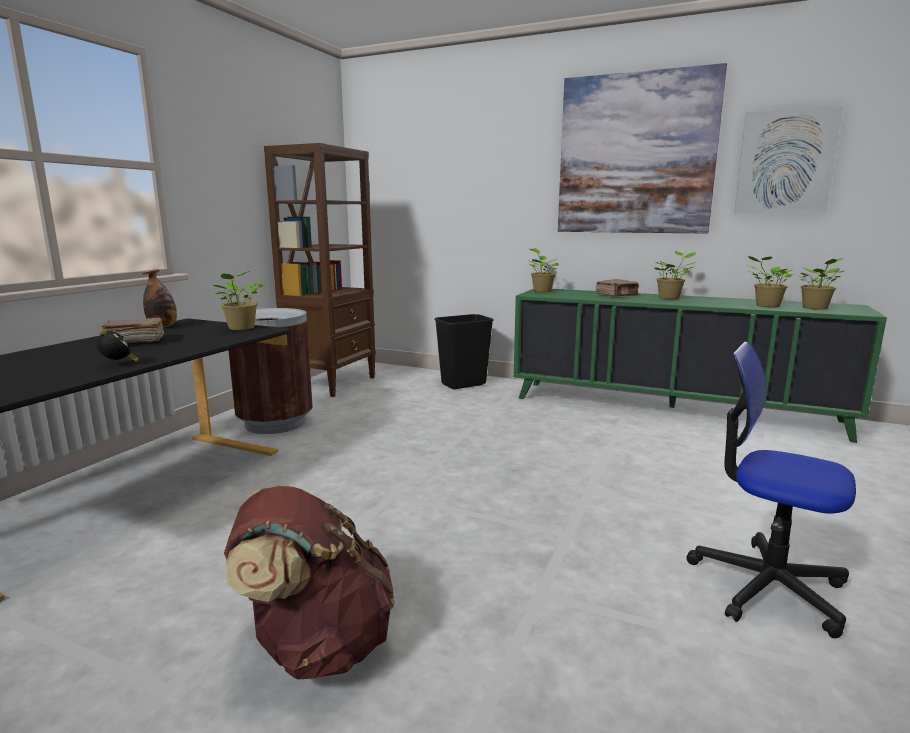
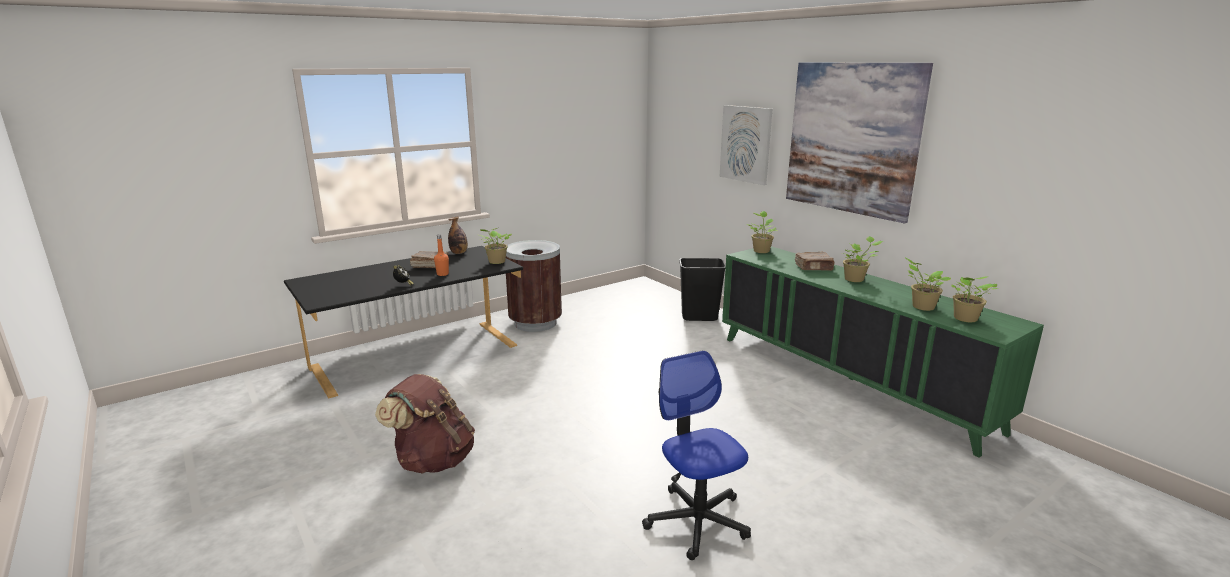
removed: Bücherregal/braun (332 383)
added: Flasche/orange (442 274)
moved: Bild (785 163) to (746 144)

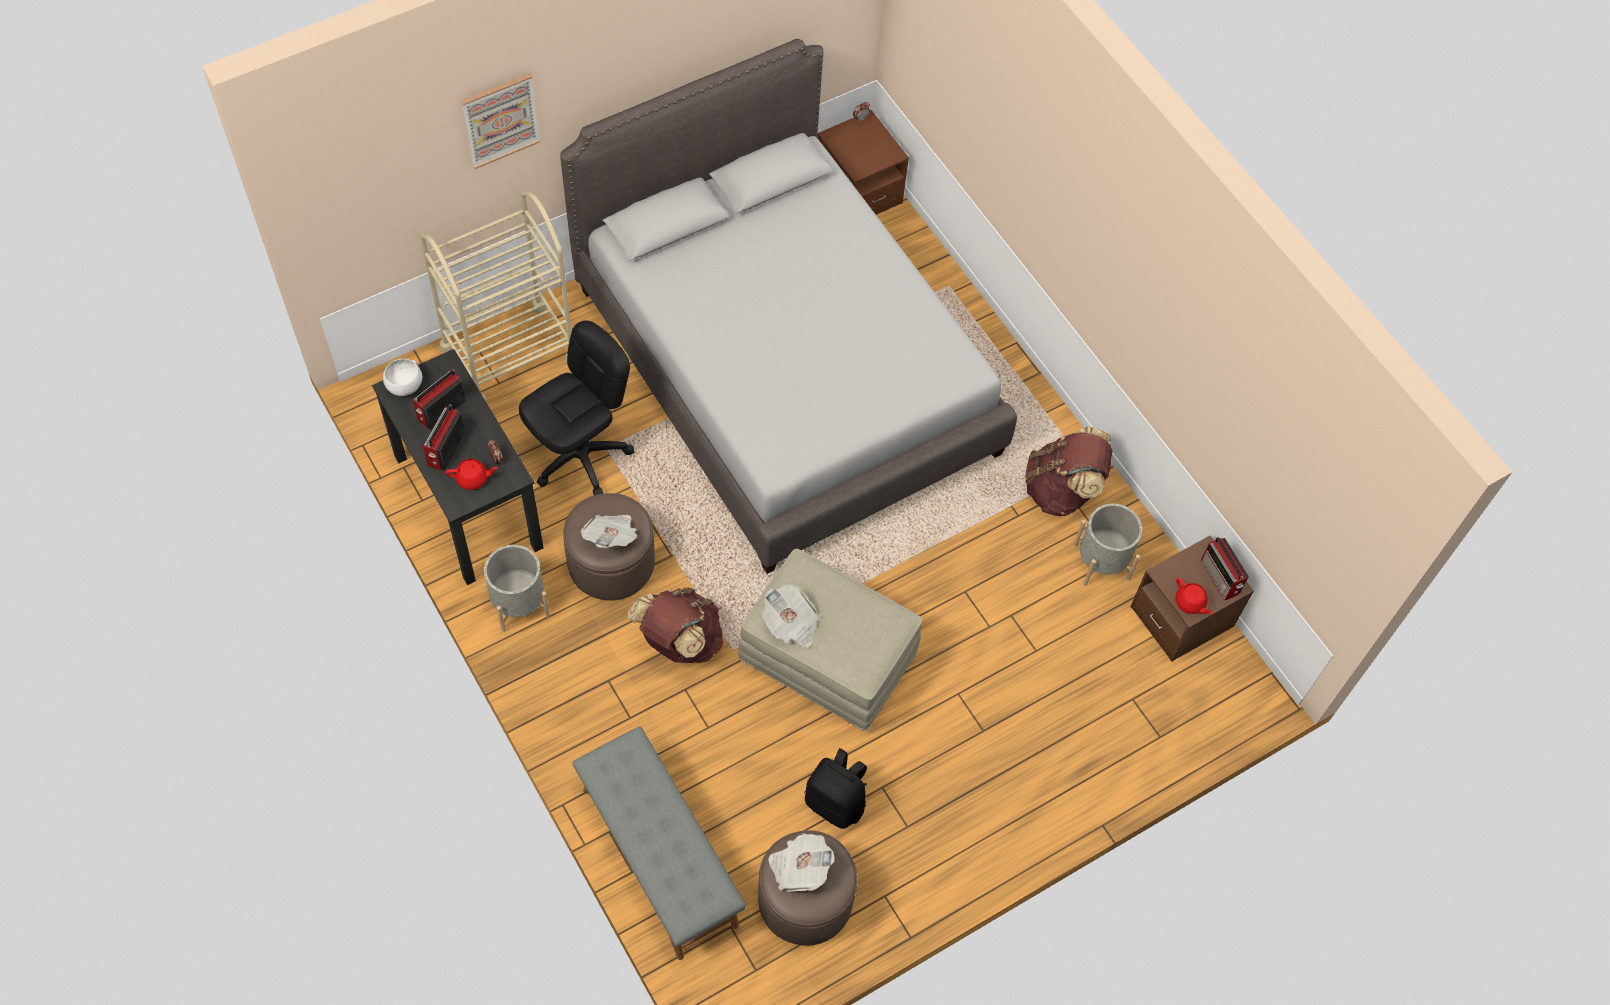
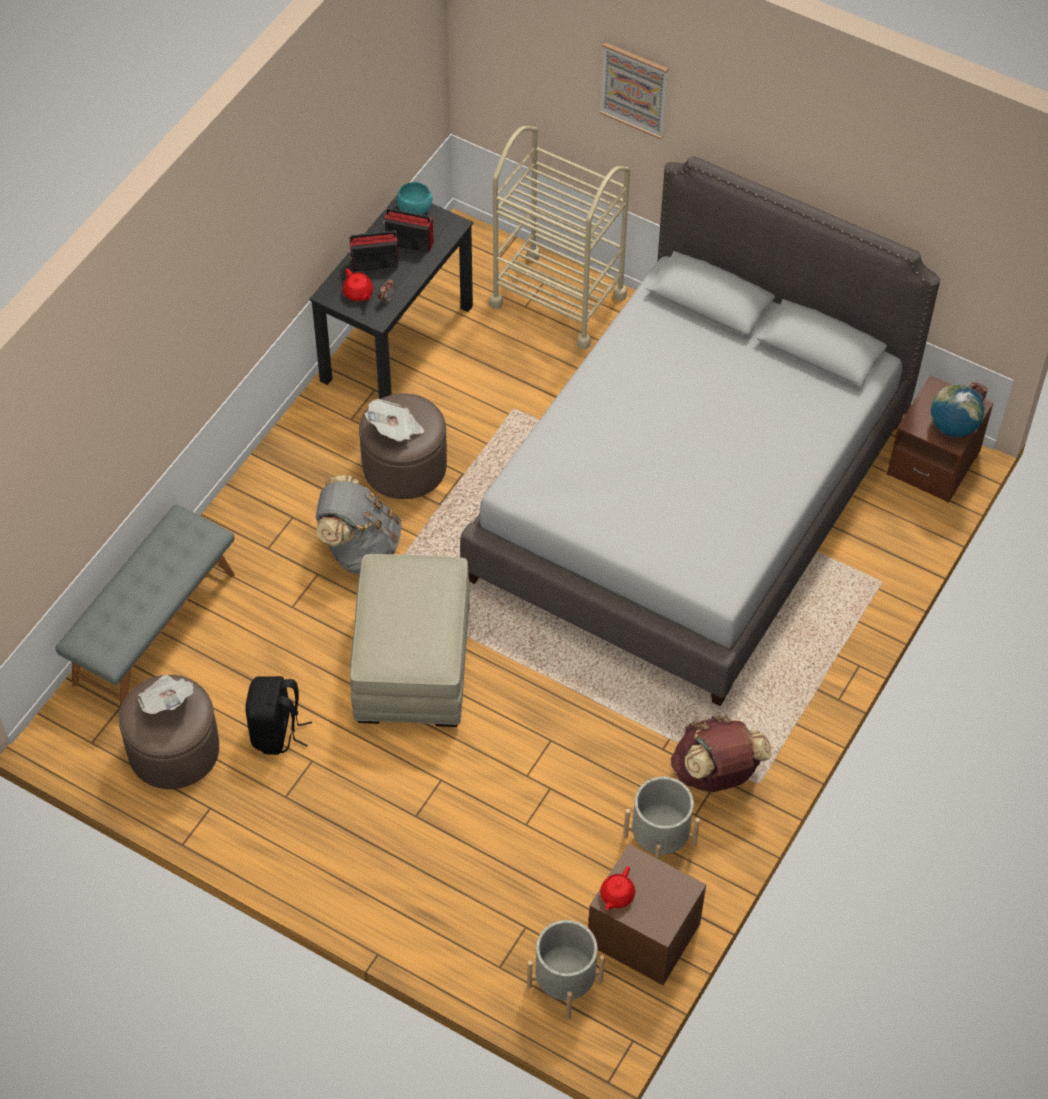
removed: Bürostuhl/schwarz (581 456); Zeitung (791 624); Radio (1220 578)
added: Globus (953 427)
moved: Pflanzkübel/grau (519 603) to (565 983)
recoloured: Schüssel/weiß (404 387) to Schüssel/türkis (414 209); Rucksack/braun (679 642) to Rucksack/grau (360 548)

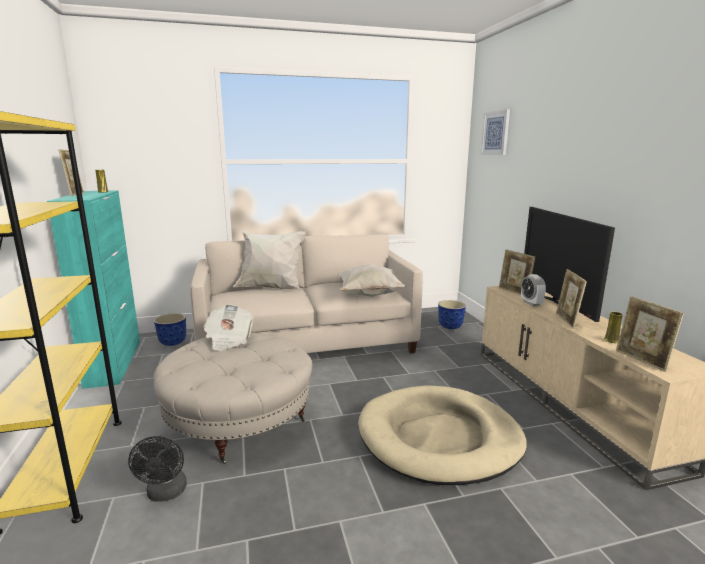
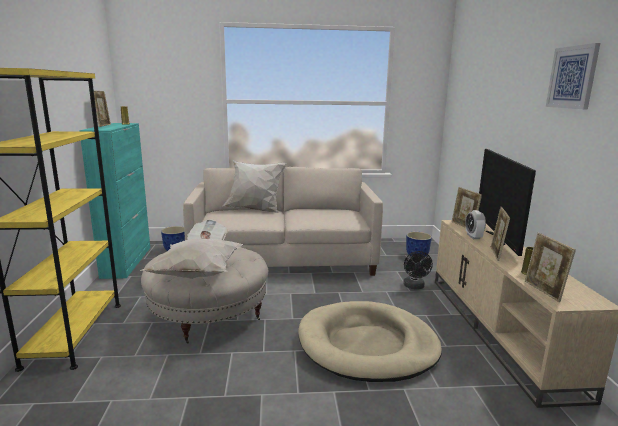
moved: Ventilator/schwarz (165 494) to (414 287); Kissen/weiß (368 295) to (196 274); Bild (496 133) to (572 77)

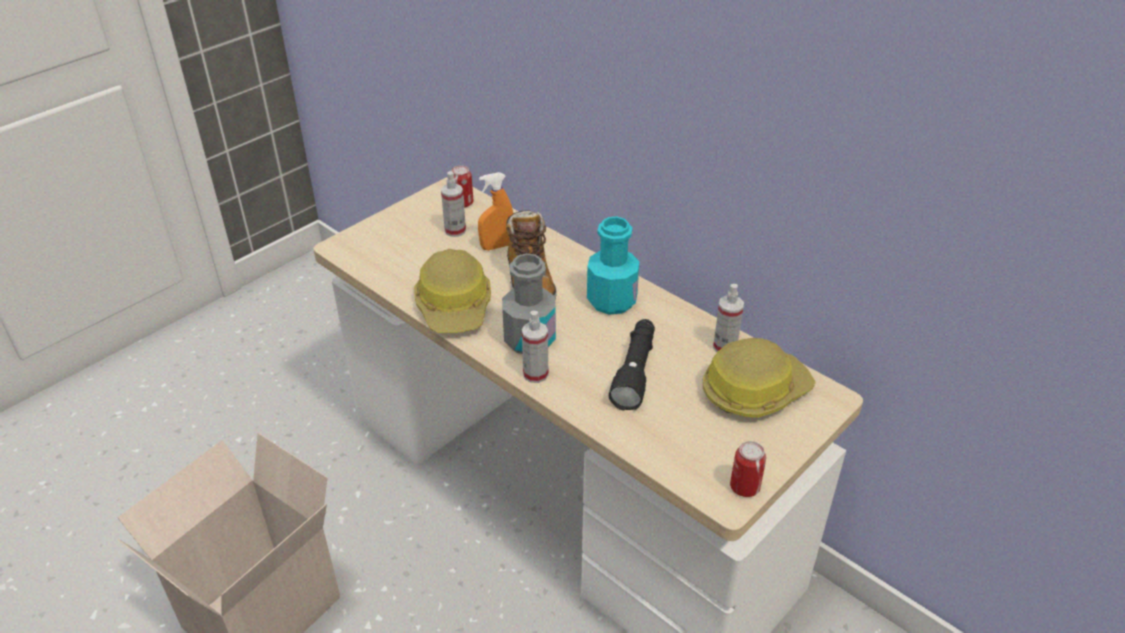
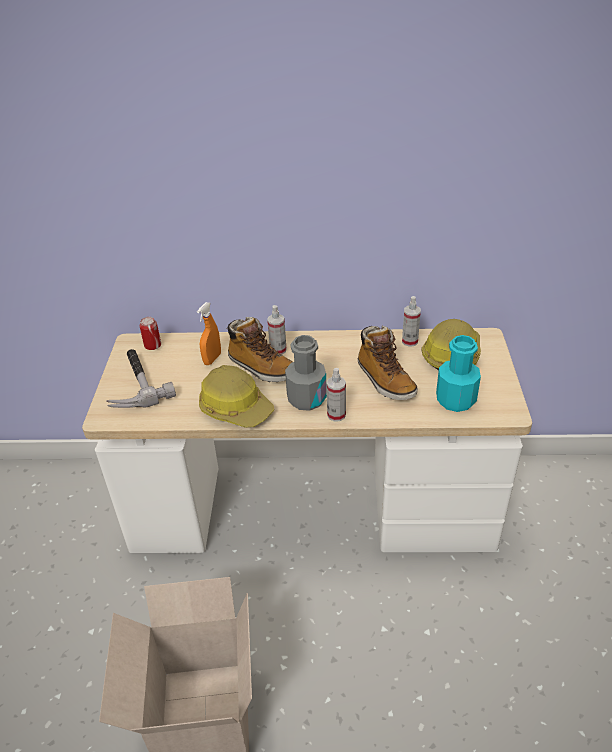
removed: Dose (744 487)
added: Hammer (135 384)
moved: Sprühflasche (455 230) to (278 350); Flasche/türkis (611 300) to (455 400)
replaced: Taschenlampe/schwarz (635 371) to Stiefel (385 380)

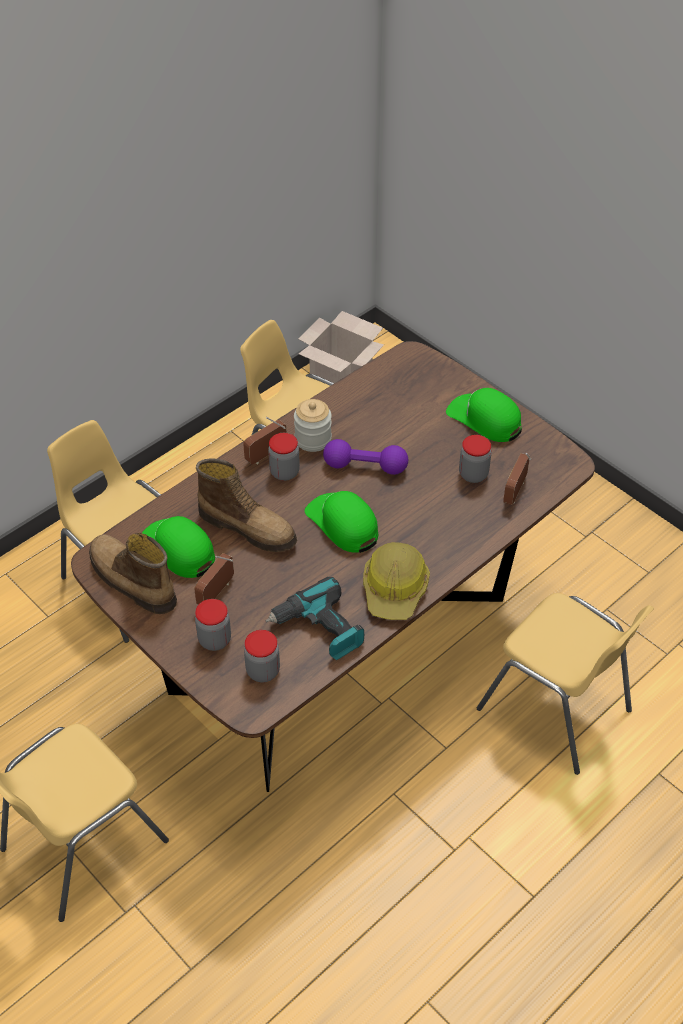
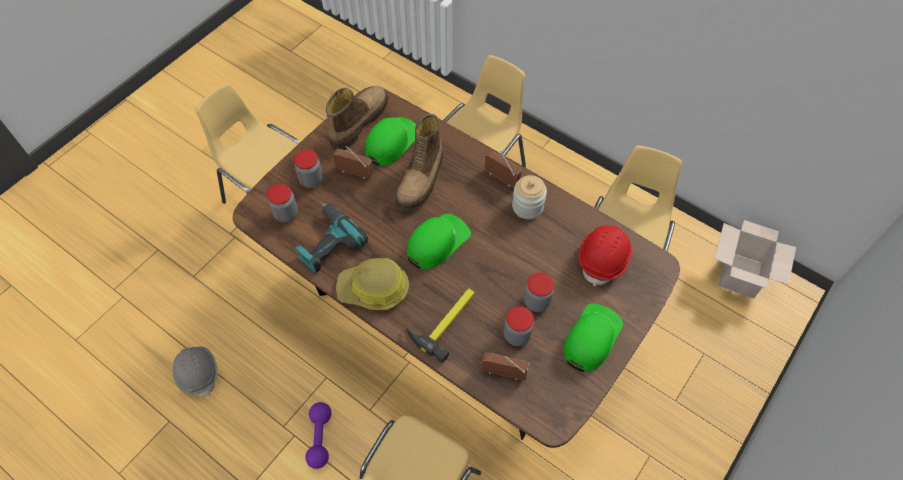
added: Schutzhelm/grau (198 372); Hammer (444 320); Schutzhelm/rot (604 258)
moved: Vorratsglas (284 472) to (536 302); Hantel/lila (365 466) to (320 438)

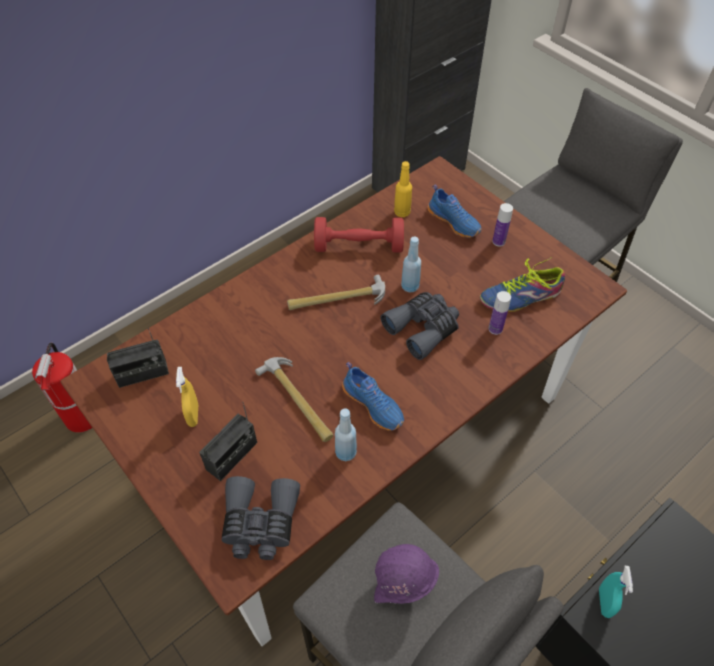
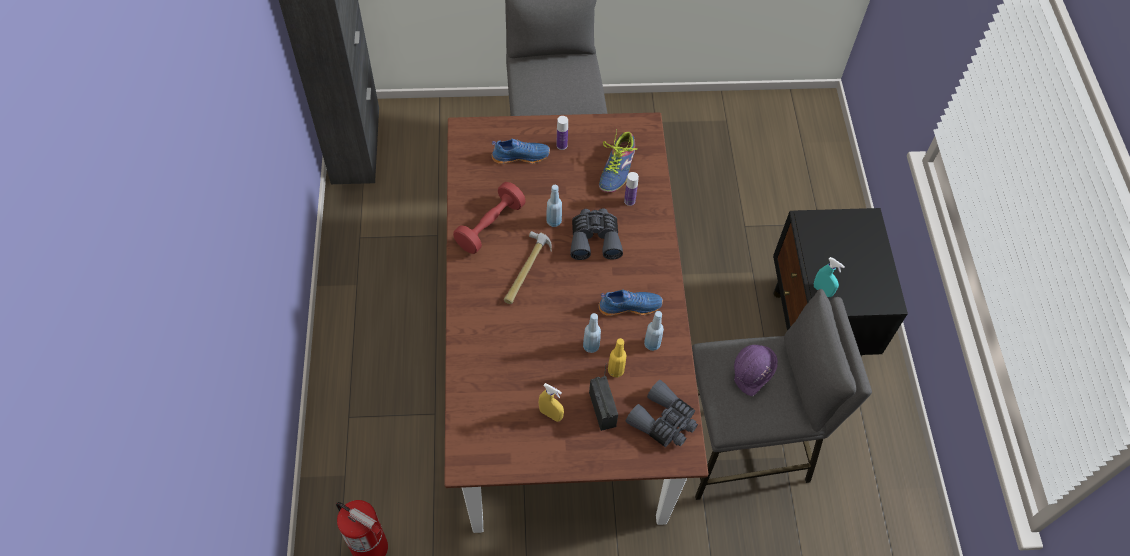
removed: Radio (142 373)
moved: Flasche/gelb (402 212) to (616 371)
replaced: Hammer (297 401) to Flasche/blau (591 346)

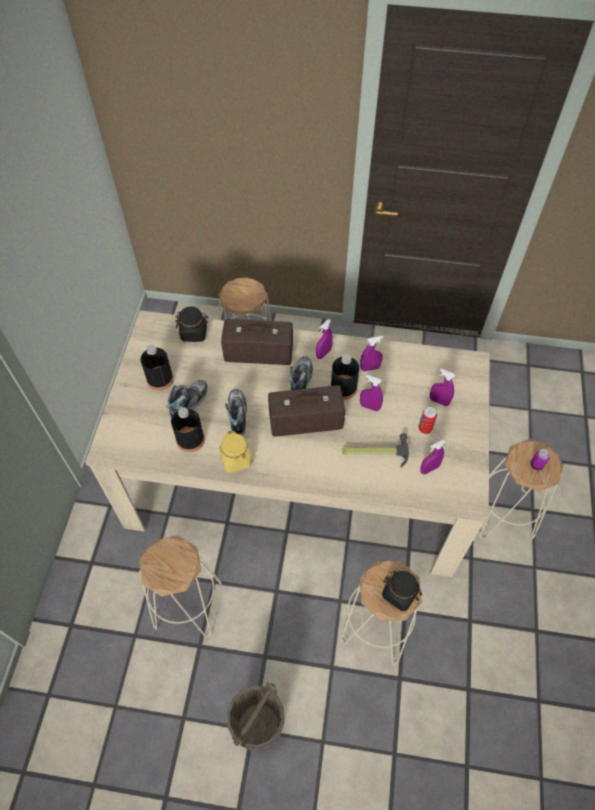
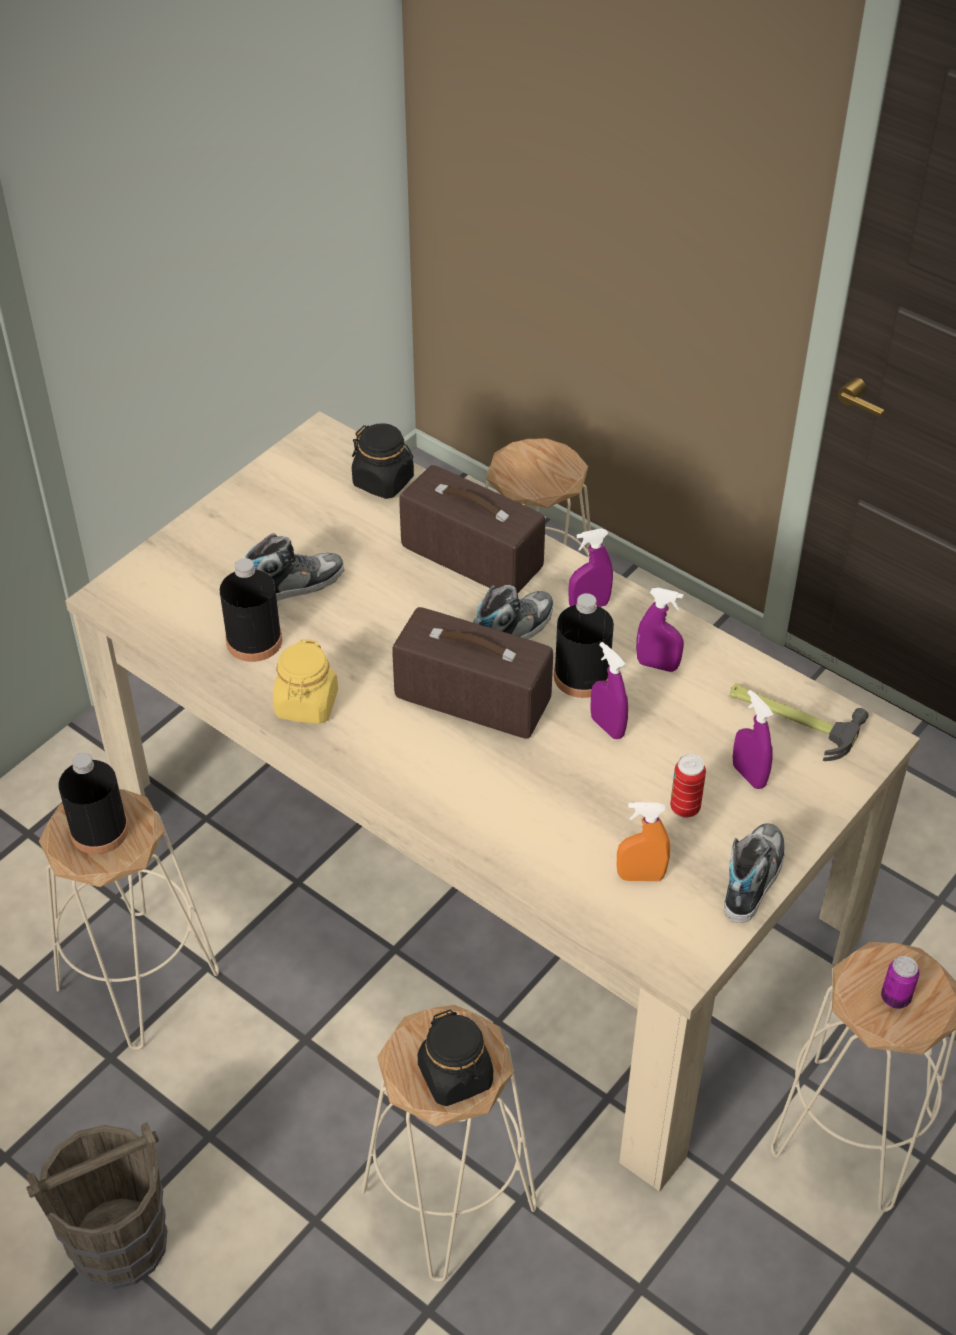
moved: Flasche/schwarz (160 379) to (99 830); Schuh (237 414) to (752 877); Hammer (375 452) to (791 718)
recoloured: Sprühflasche/lila (429 469) to Sprühflasche/orange (640 876)

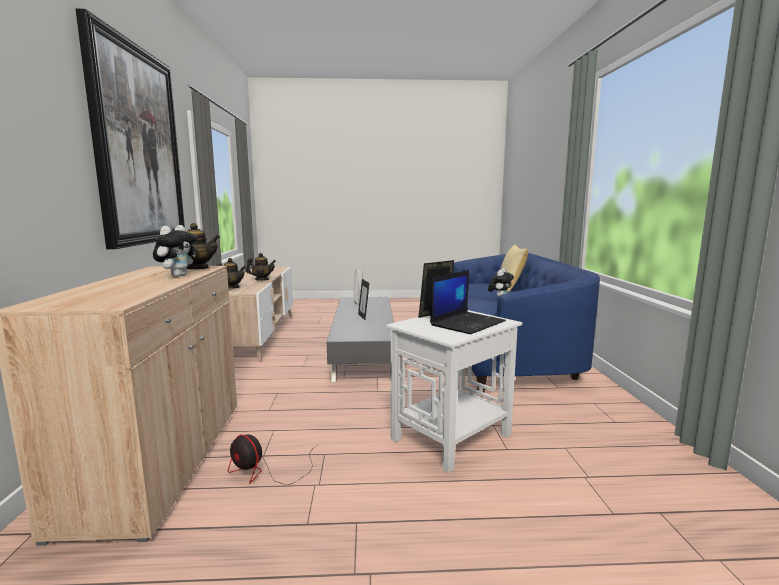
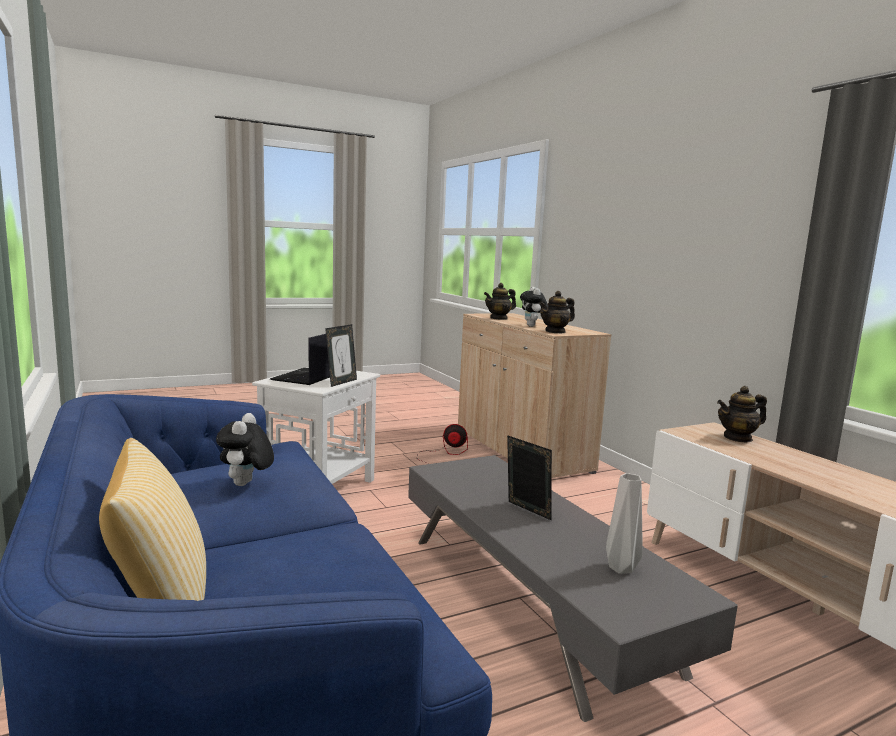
removed: Bild (138 146)
moved: Teekanne (262 280) to (499 318)

